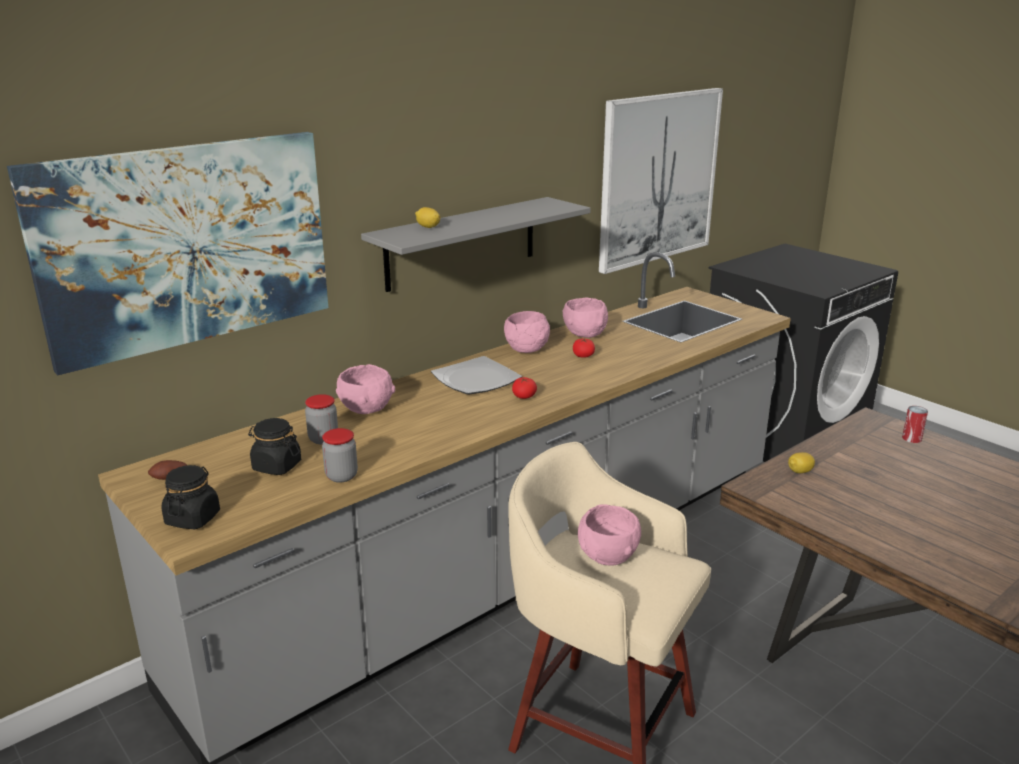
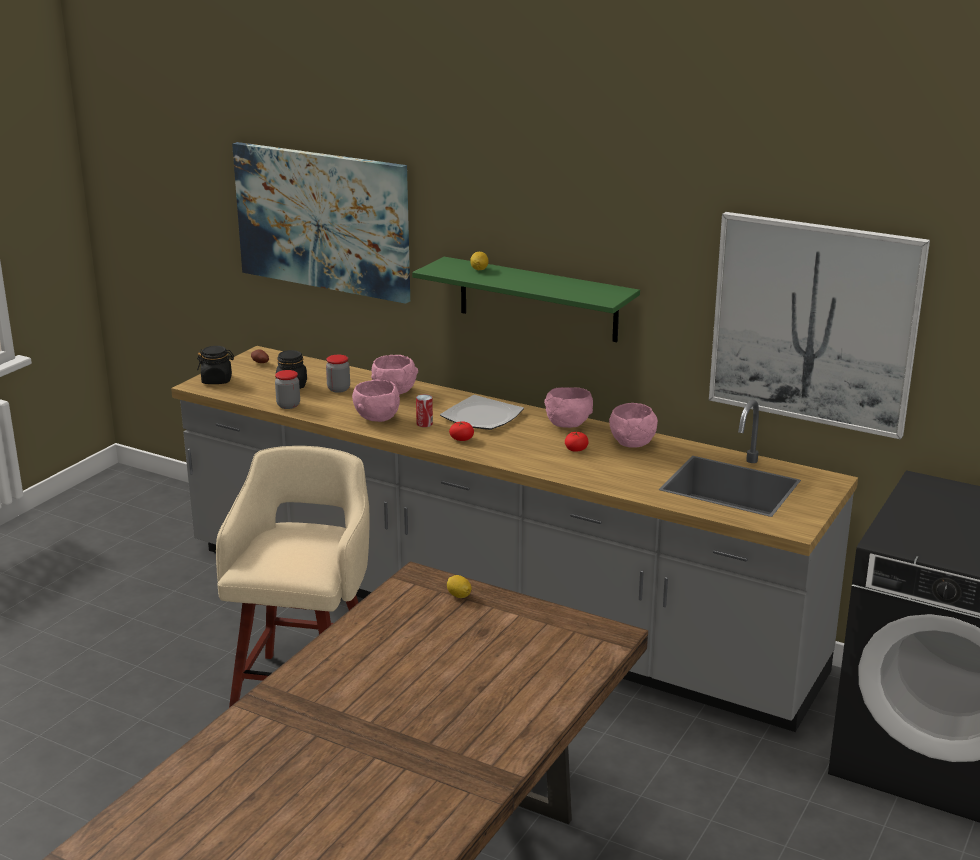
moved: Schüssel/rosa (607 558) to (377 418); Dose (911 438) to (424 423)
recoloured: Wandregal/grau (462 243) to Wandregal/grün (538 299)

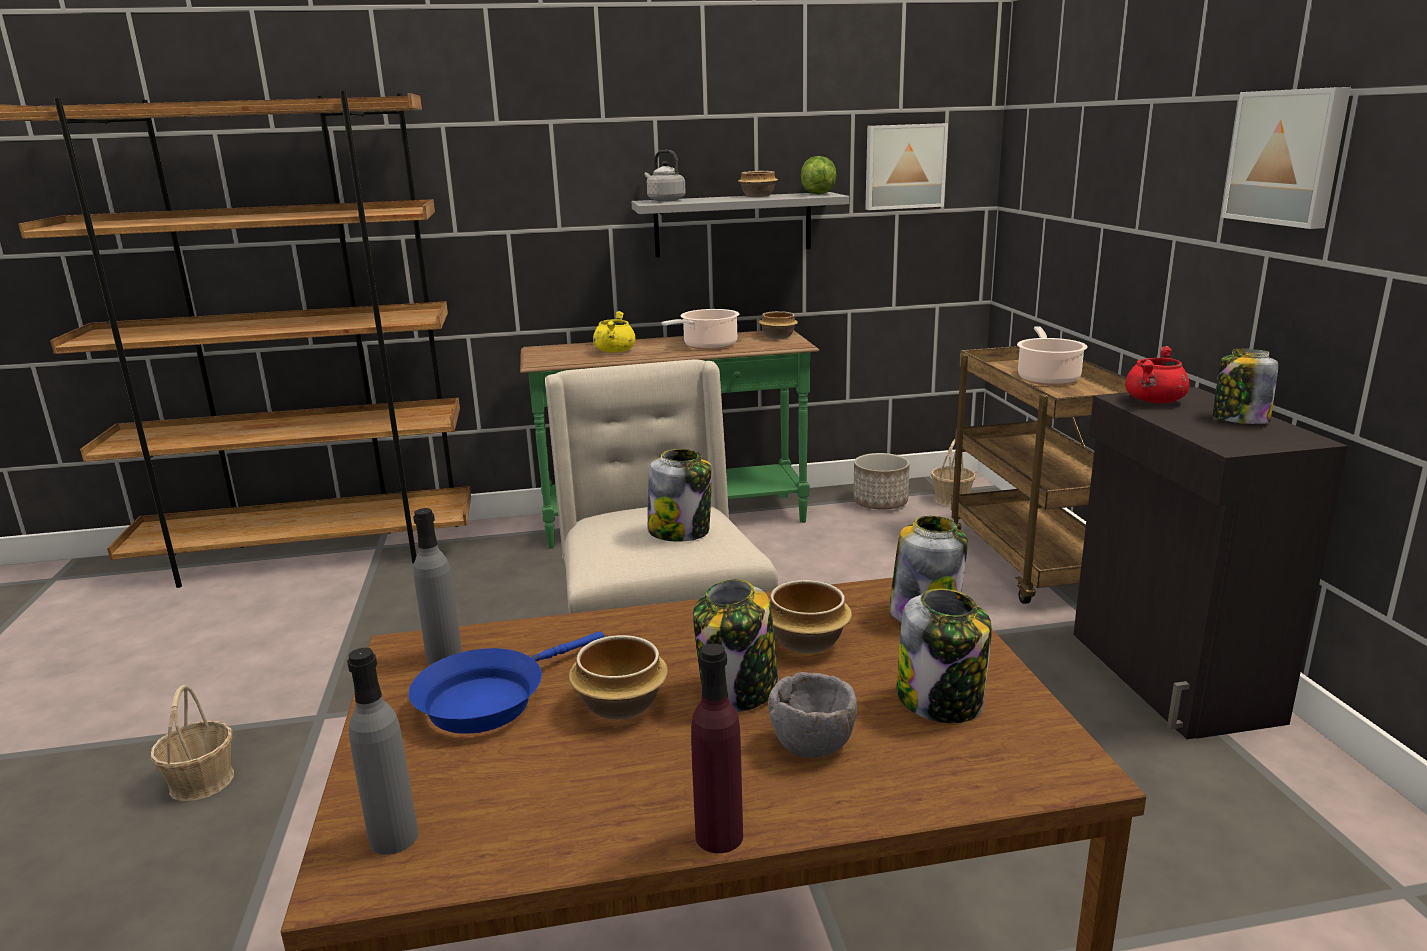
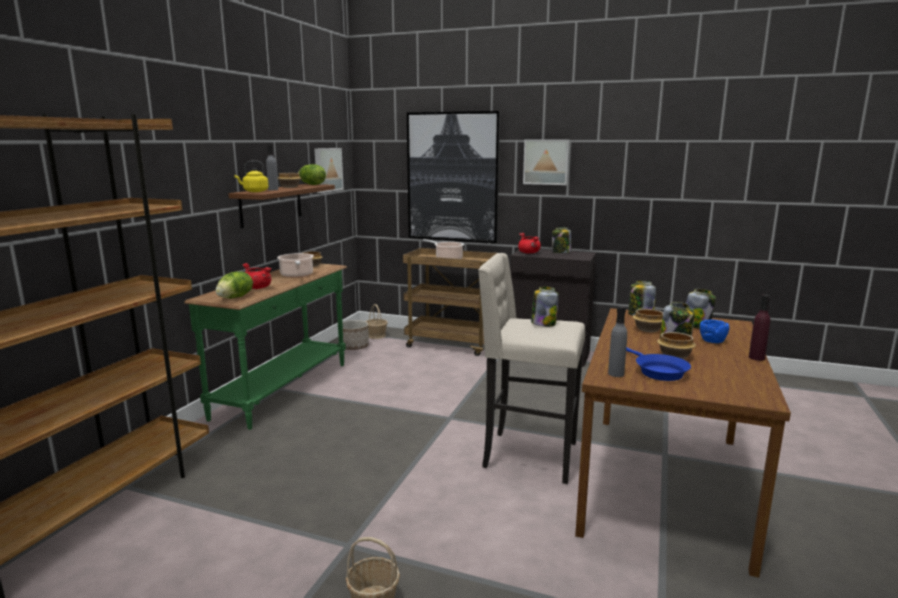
added: Salatkopf (235 297); Bild (452 177)
moved: Flasche/grau (394 838) to (273 190)
recoloured: Kochtopf/gelb (615 351) to Kochtopf/rot (257 288); Wandregal/grau (733 224) to Wandregal/braun (271 205); Wasserkessel/grau (664 200) to Wasserkessel/gelb (254 191); Schüssel/grau (813 743) to Schüssel/blau (712 341)

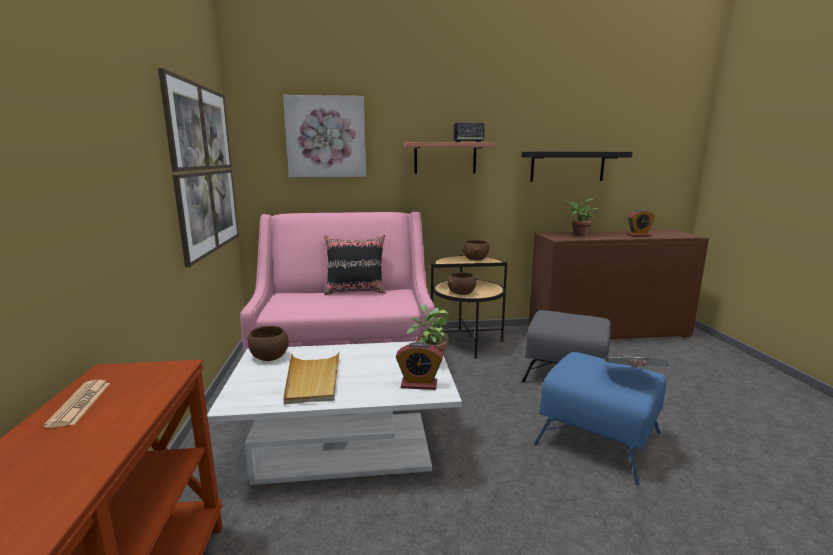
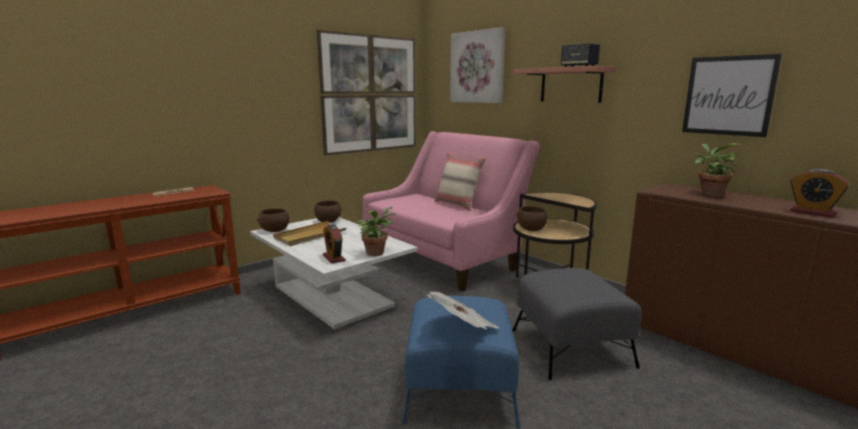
moved: Schüssel/braun (475 259) to (274 230)
replaced: Wandregal/schwarz (567 166) to Bild (728 96)
recoloured: Kissen/schwarz (355 291) to Kissen/beige (458 204)

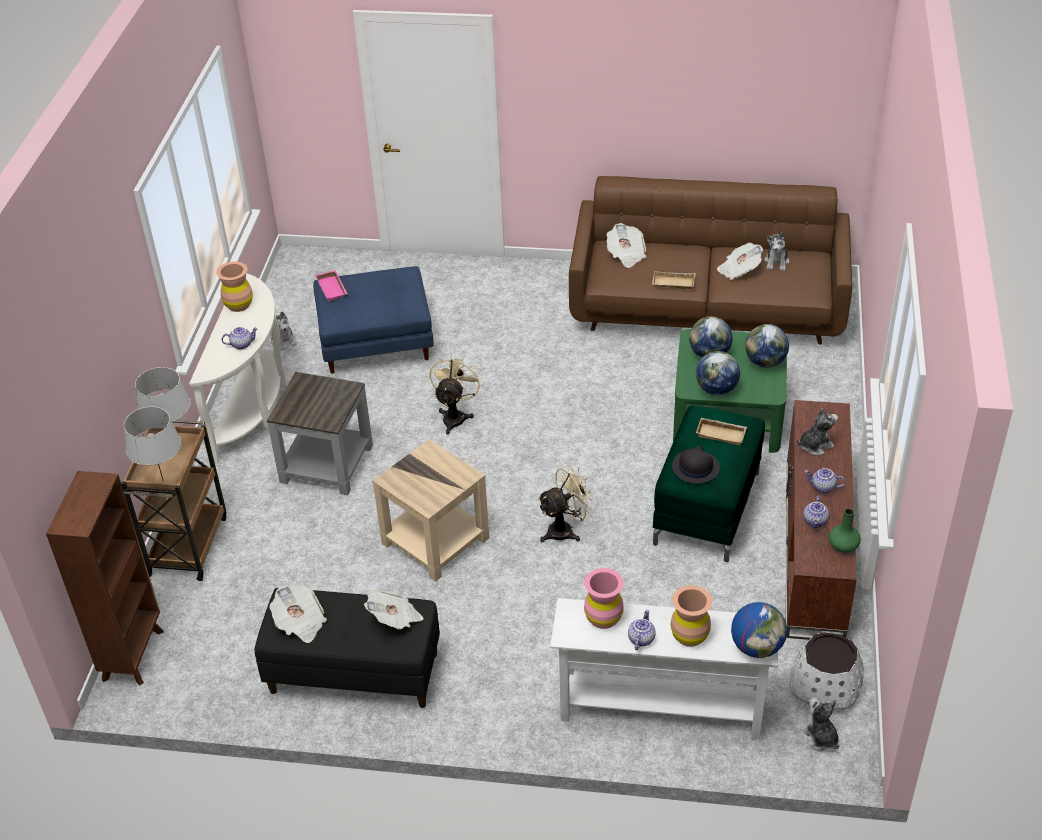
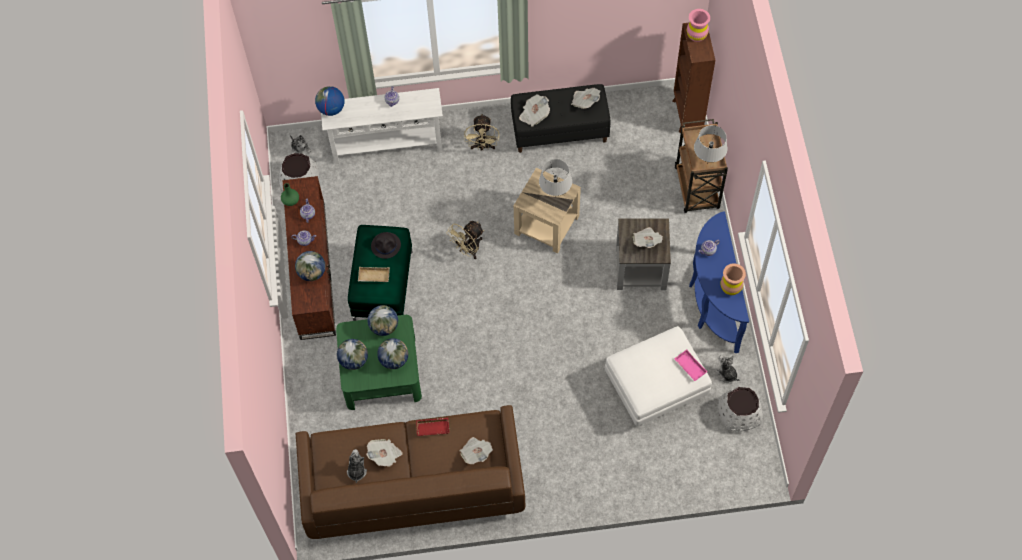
removed: Vase/braun (689 635)
added: Zeitung (646 241); Pflanzkübel/weiß (739 413)
moved: Tischlampe/grau (163 481) to (555 196); Ventilator/beige (455 416) to (482 146); Vase/rosa (603 618) to (696 35)
replaced: Plüschtier (815 445) to Globus (312 273)
recoloured: Konsolentisch/weiß (256 410) to Konsolentisch/blau (712 303); Polsterhocker/blau (377 342) to Polsterhocker/weiß (655 388); Tablett/beige (672 283) to Tablett/rot (433 427)

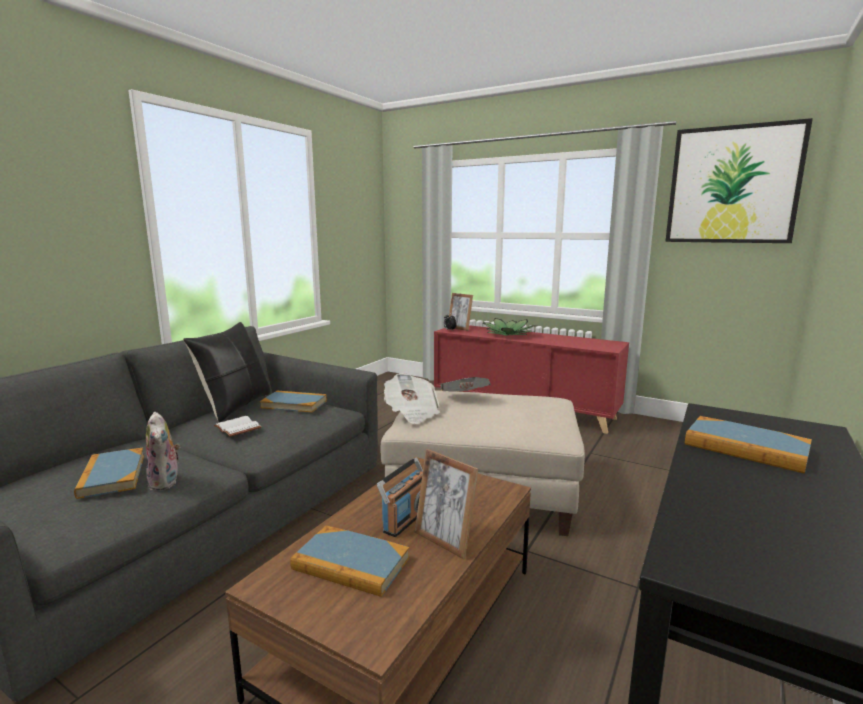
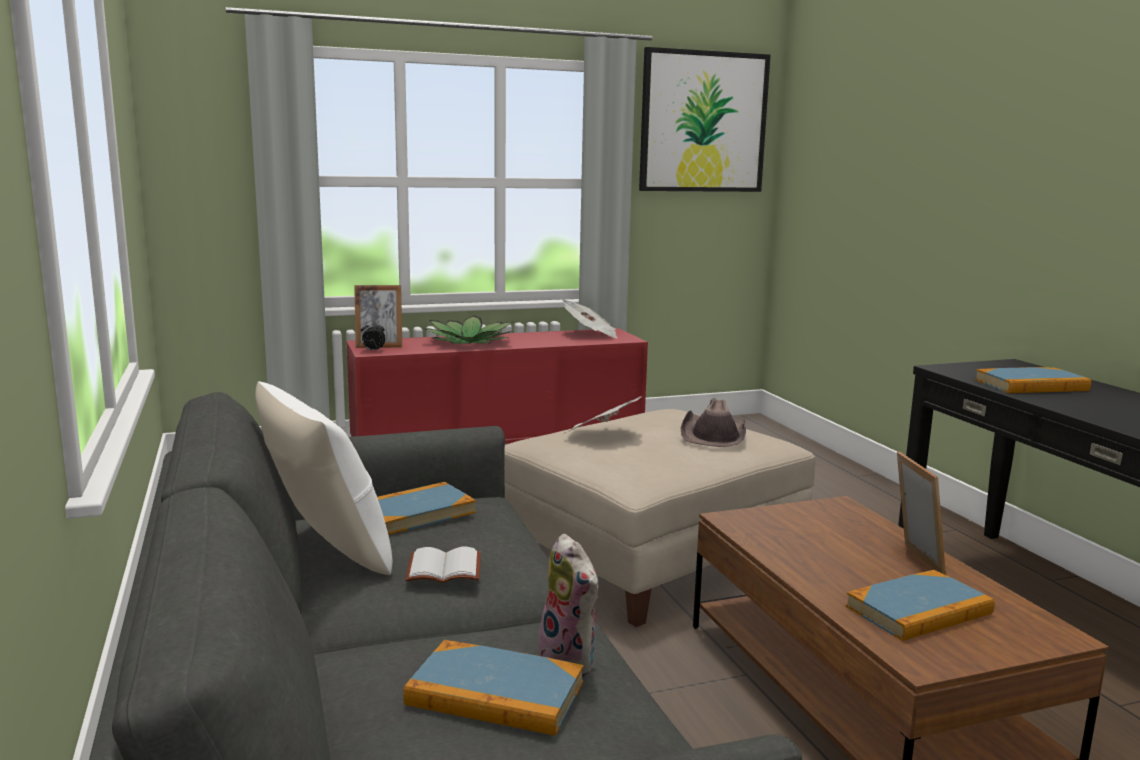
removed: Radio (405 520)
added: Hut/braun (713 435)
moved: Zeitung (412 413) to (591 335)
recoloured: Kissen/schwarz (235 406) to Kissen/weiß (327 550)
turned: Plüschtier (166 482) = (571 661) 45 degrees clockwise; Bilderrahmen (444 541) = (915 560) 90 degrees counterclockwise

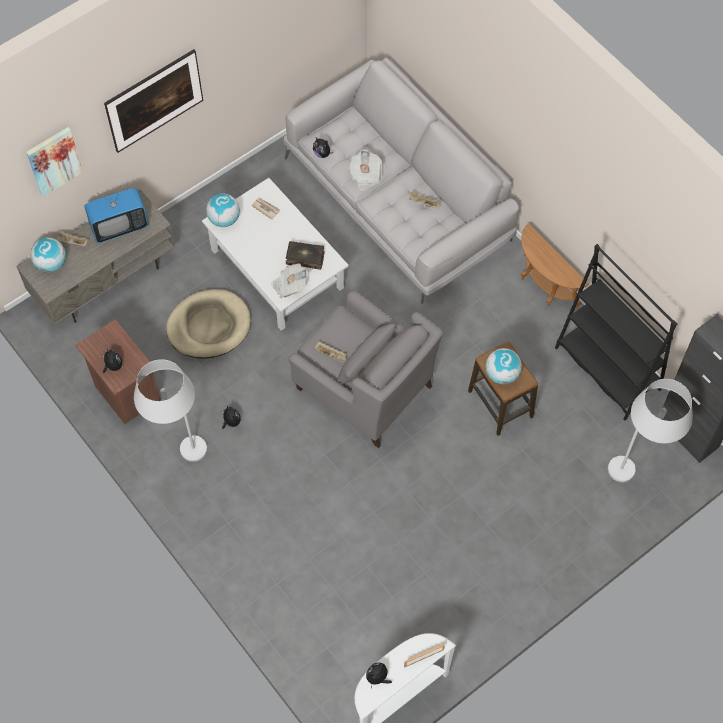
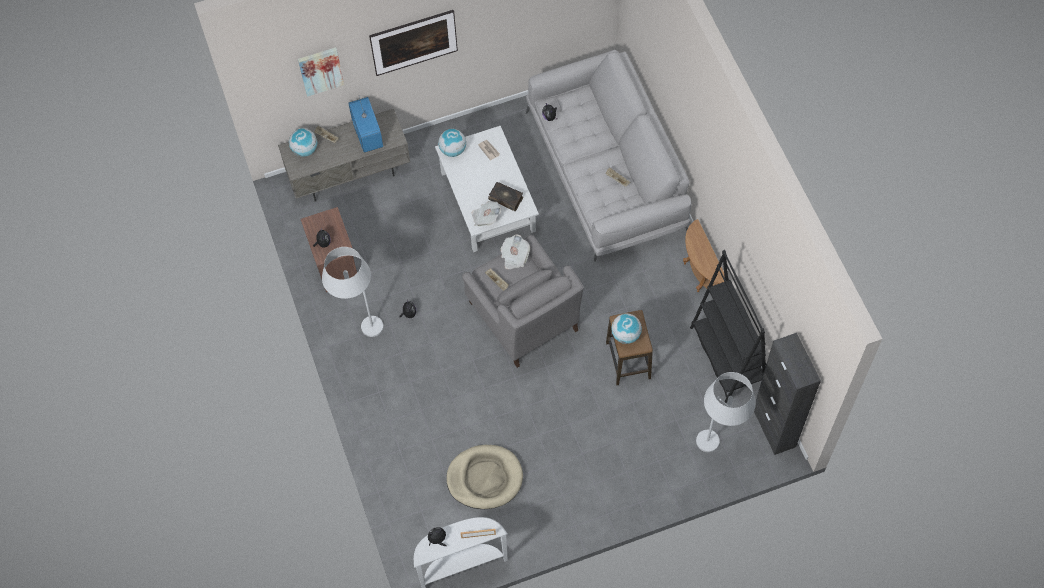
moved: Hundebett/beige (209 326) to (485 478); Zeitung (365 176) to (514 257)
turned: Fernseher (119 226) = (367 134) 105 degrees counterclockwise

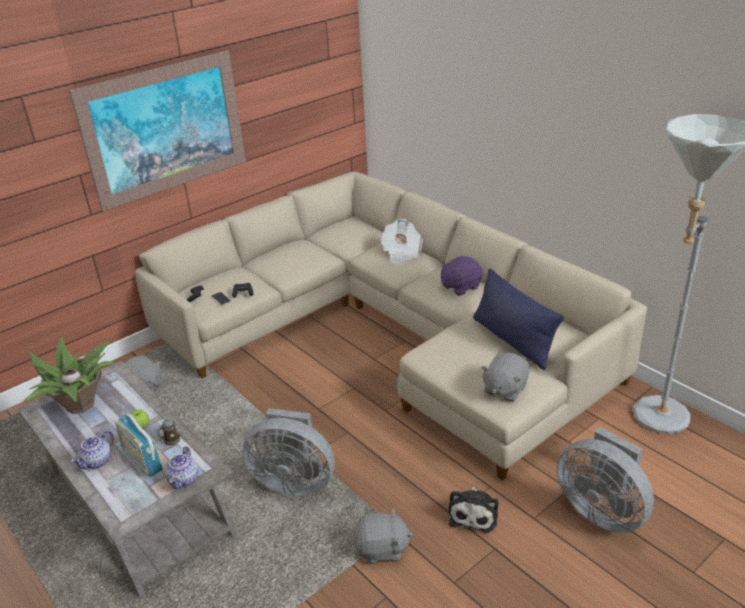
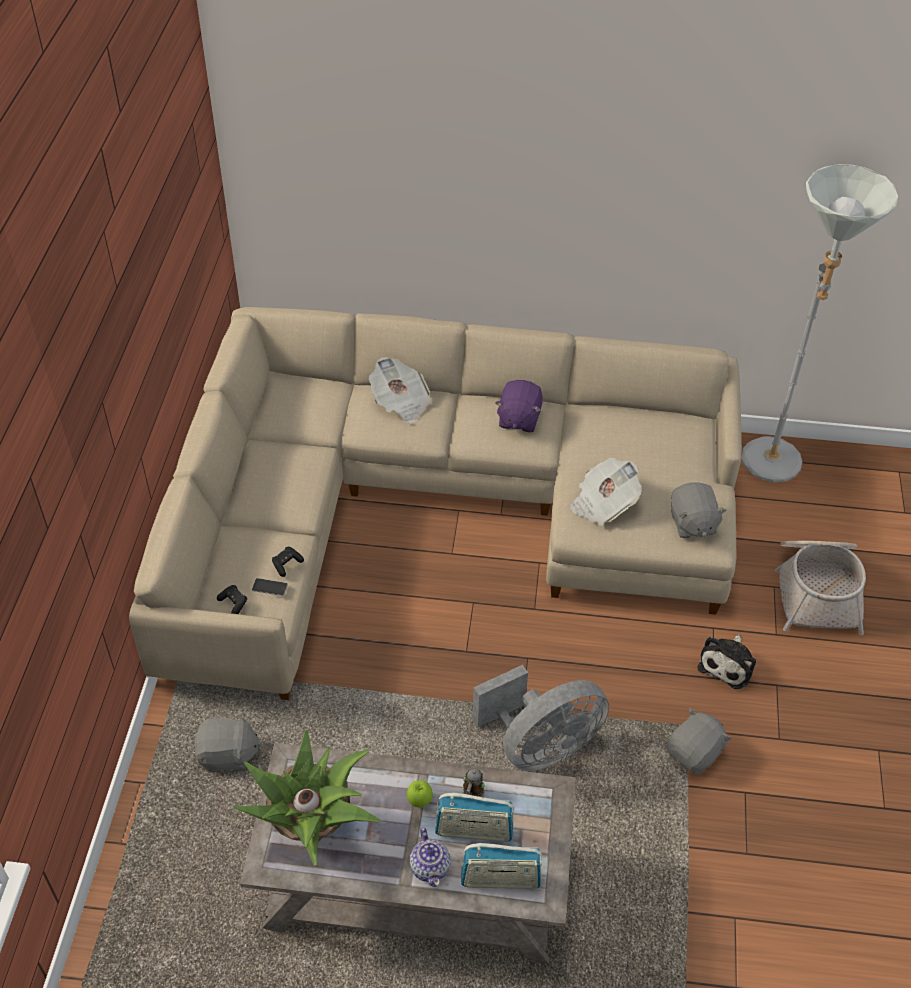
removed: Bild (165 129); Teekanne (184 479); Kissen/blau (513 340)
added: Radio (500 879); Zeitung (603 503)
replaced: Ventilator/grau (601 510) to Korb (816 590)
turned: Plüschtier (474 513) = (728 664) 60 degrees clockwise

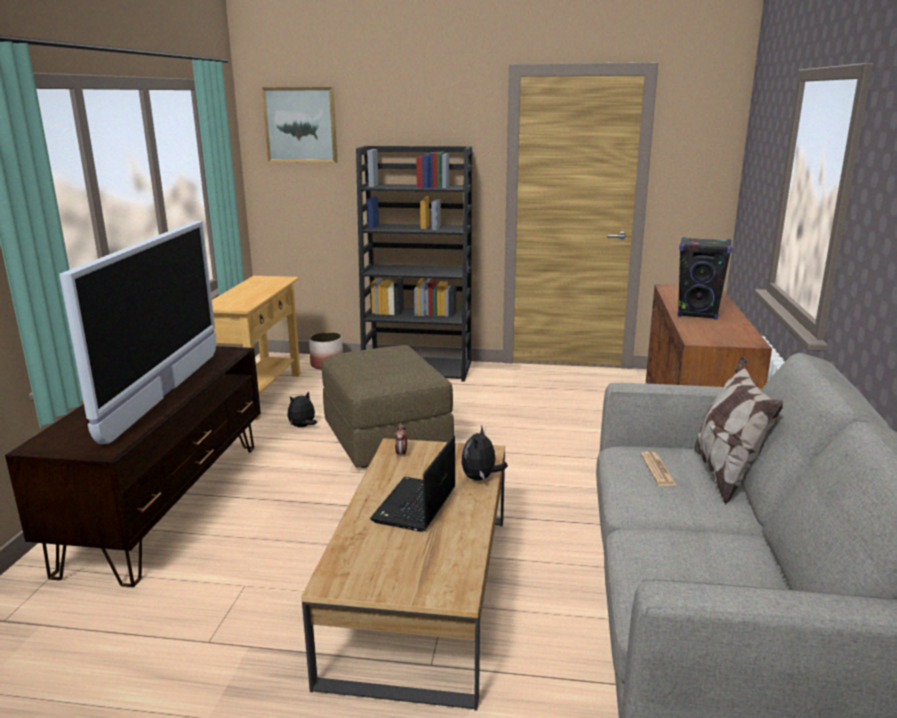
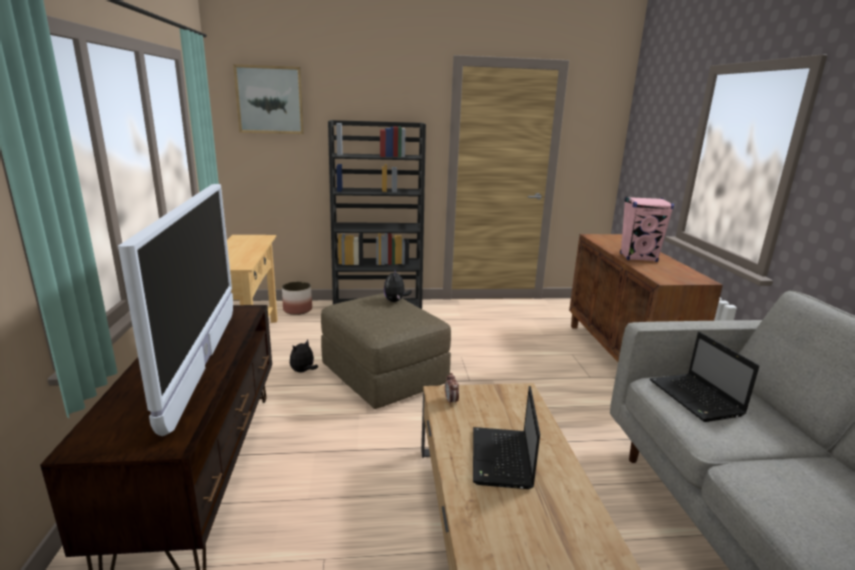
removed: Kissen (725 475)
moved: Plüschtier (481 478) to (395 301)
replaced: Zeitung (657 469) to Laptop (697 399)
recoloured: Lautsprecher/schwarz (698 314) to Lautsprecher/rosa (638 257)

